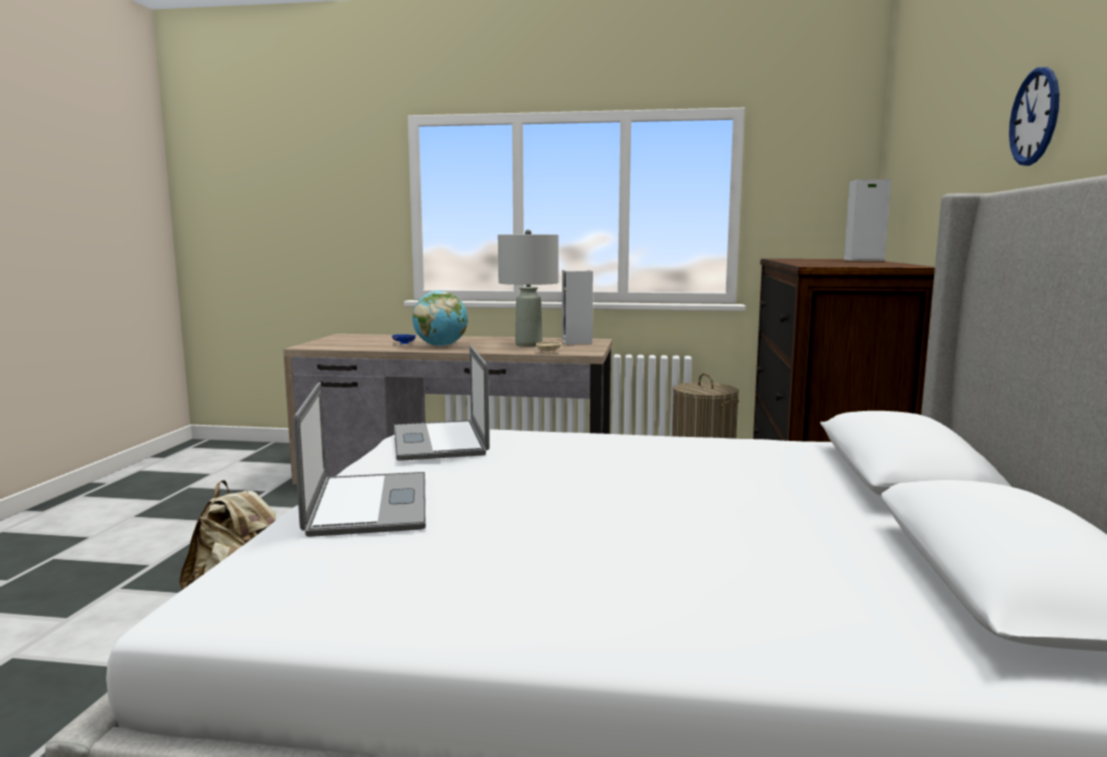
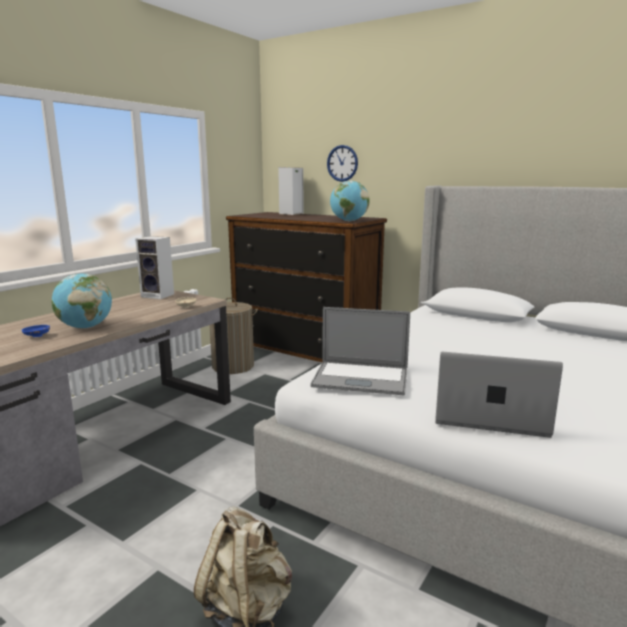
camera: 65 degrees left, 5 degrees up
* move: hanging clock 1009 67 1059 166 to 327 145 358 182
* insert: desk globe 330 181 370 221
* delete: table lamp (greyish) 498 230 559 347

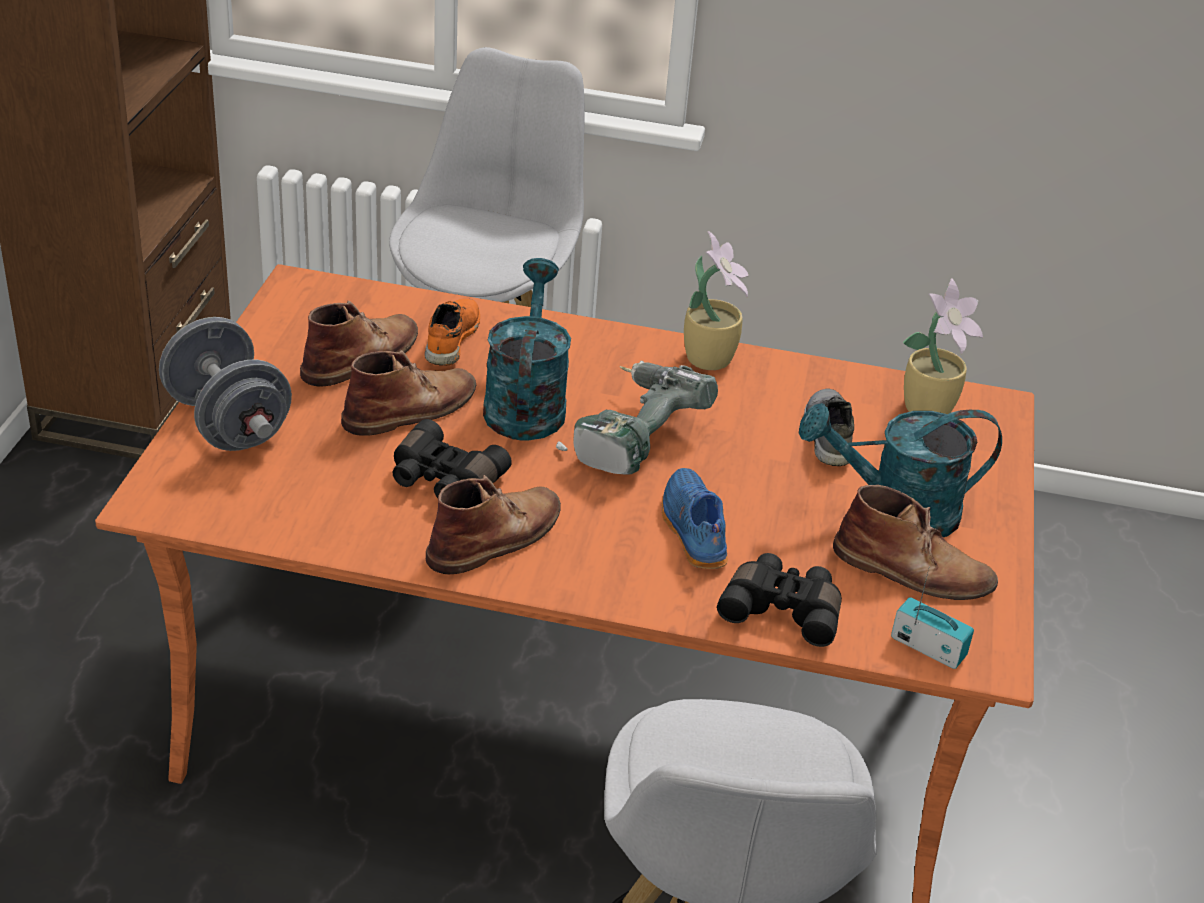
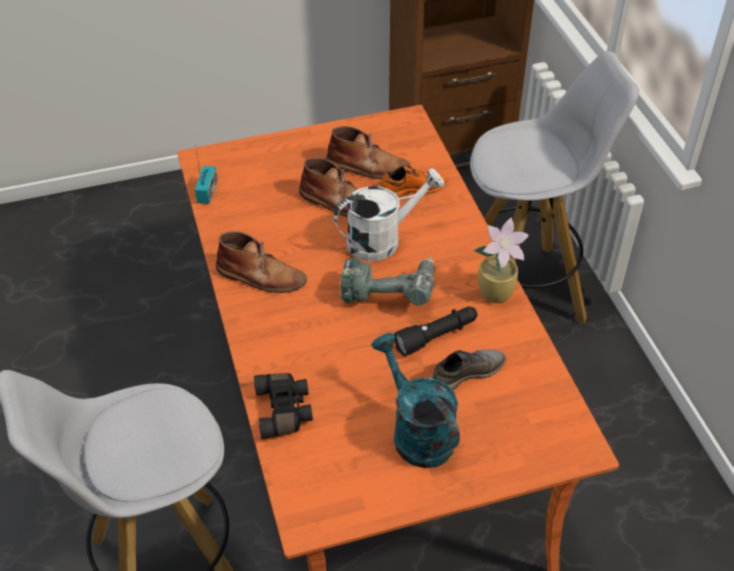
camera: 65 degrees right, 10 degrees up
* move: radio set 891 569 974 669 to 195 145 218 204
* recolor: sprinkling can (blue-green) 483 258 571 441 to sprinkling can (white-coloured) 334 168 445 261
* insert: hand torch (black) 394 307 478 356
* delete: hand weight (greyish) 159 317 292 451
* delete: binoculars (black) 393 419 512 498
* delete: item of footwear (blue-coloured) 661 468 728 569
* delete: boot (brown-coloured) 833 485 998 600
* delete: plant in a pot 903 278 983 414

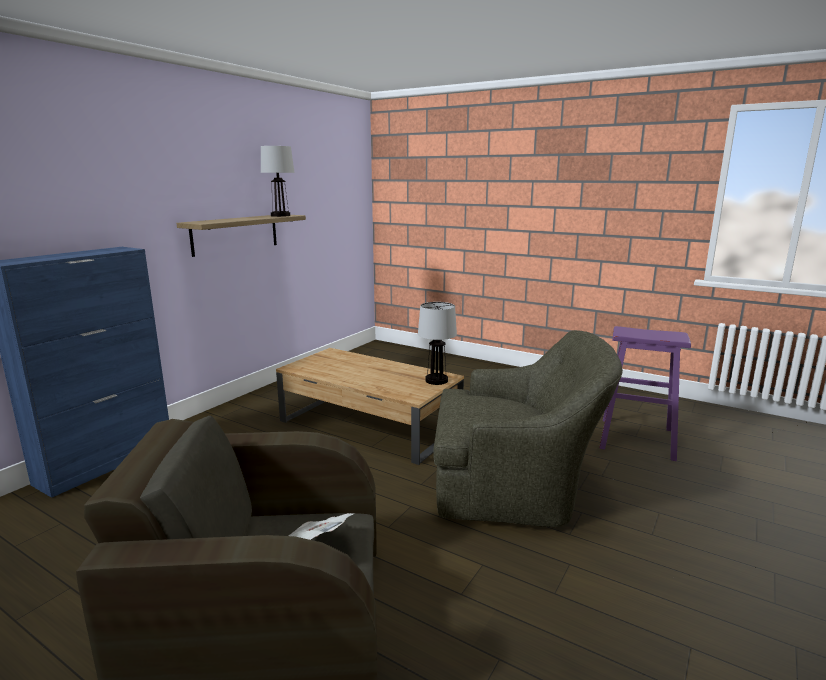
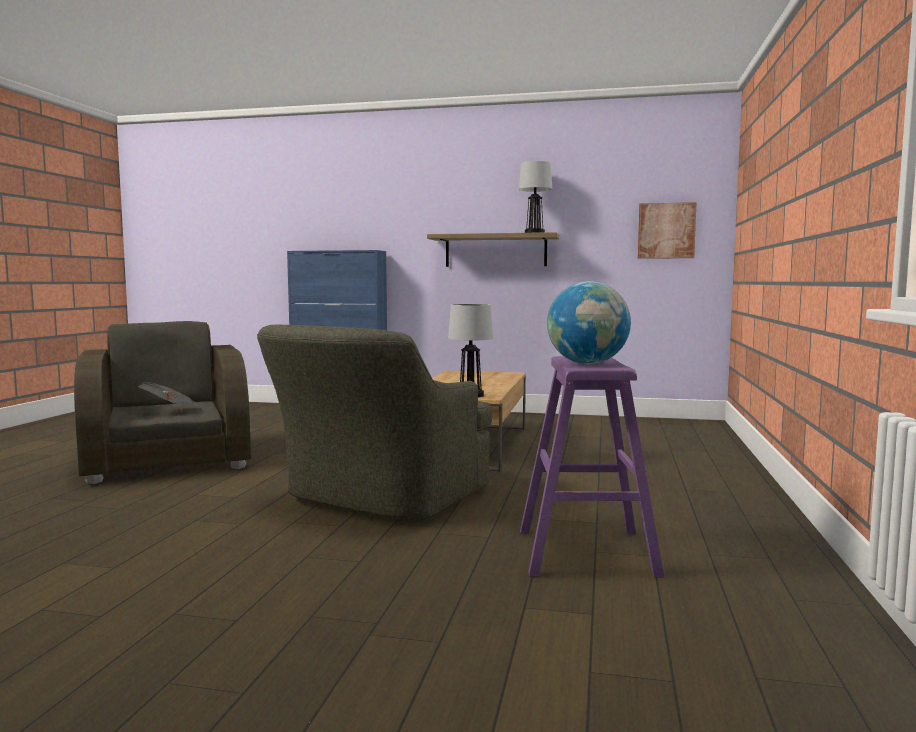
camera: 70 degrees right, 10 degrees down
* rotate: easy chair (green-coloured) 433 330 623 527 = 257 324 492 519 45 degrees clockwise
* insert: desk globe 547 281 631 364
* insert: wall art 638 202 697 259

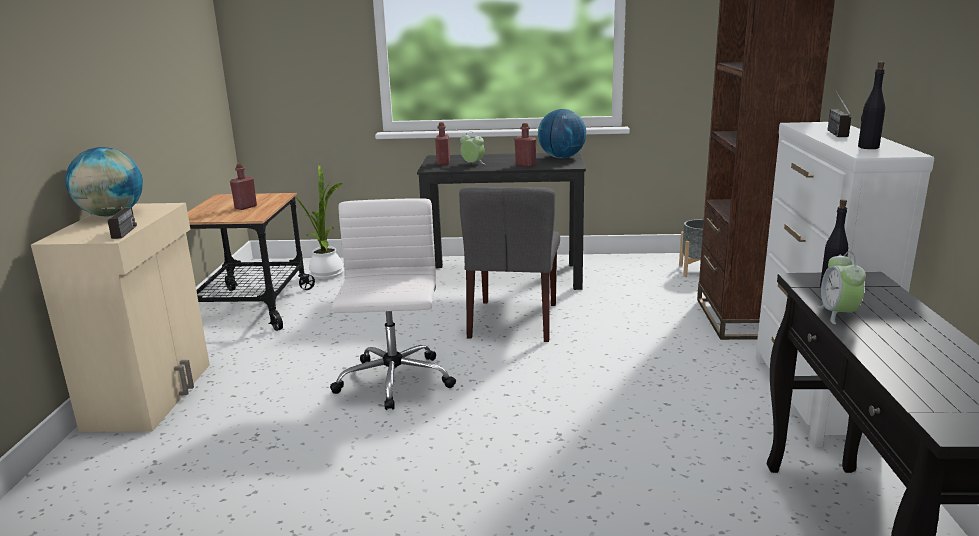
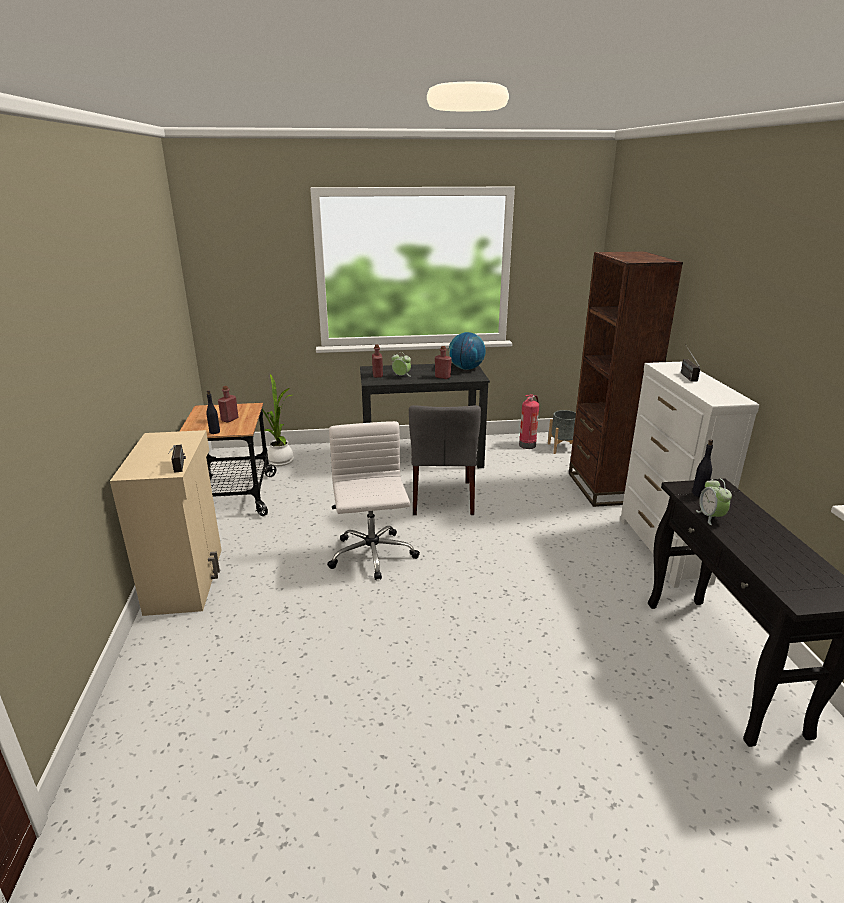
camera: 10 degrees left, 5 degrees up
* move: drink bottle (black) 858 62 885 149 to 206 390 220 434
* insert: extinguisher 519 394 539 449
* delete: desk globe 65 147 143 216

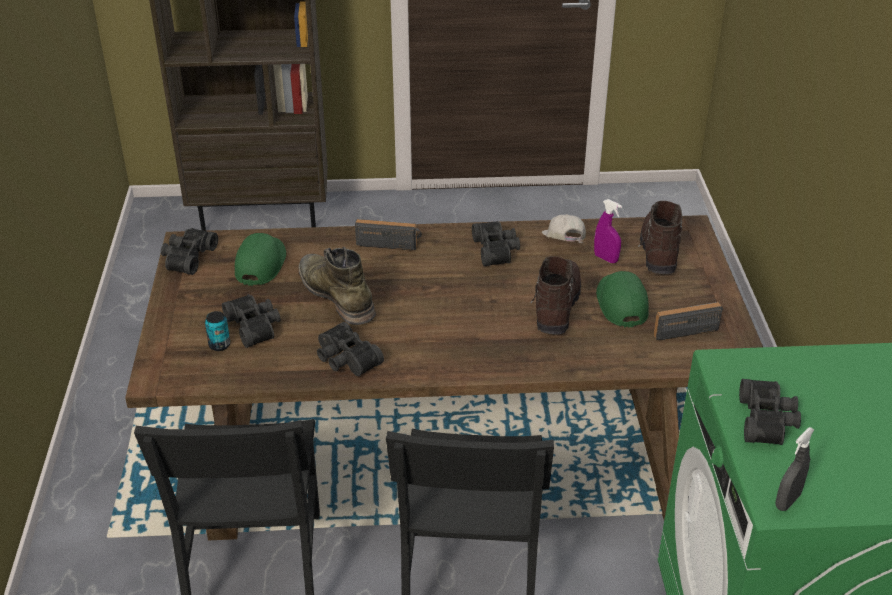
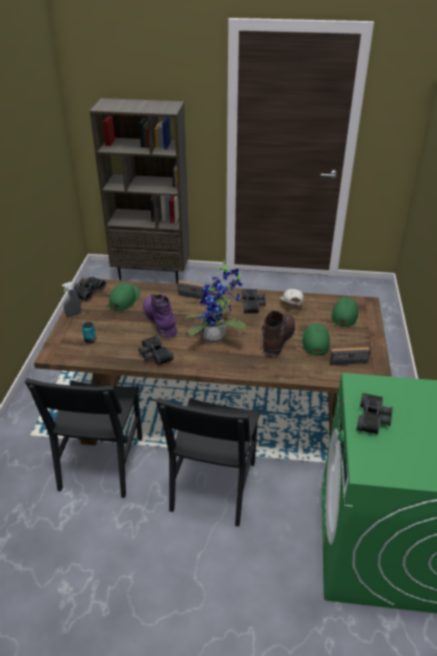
camera: 10 degrees right, 0 degrees up
* move: hand sprayer (greyish) 775 427 815 511 to 62 282 81 318
* recolor: boot (green-coloured) 299 247 376 325 to boot (purplish) 143 294 177 338
* insert: plant in a pot 185 258 246 344
* replace: boot (brown-coloured) 638 201 683 274 to cap (green-coloured) 332 297 358 326
* delete: binoculars (black) 222 294 281 348
* delete: hand sprayer (purplish) 594 199 622 263

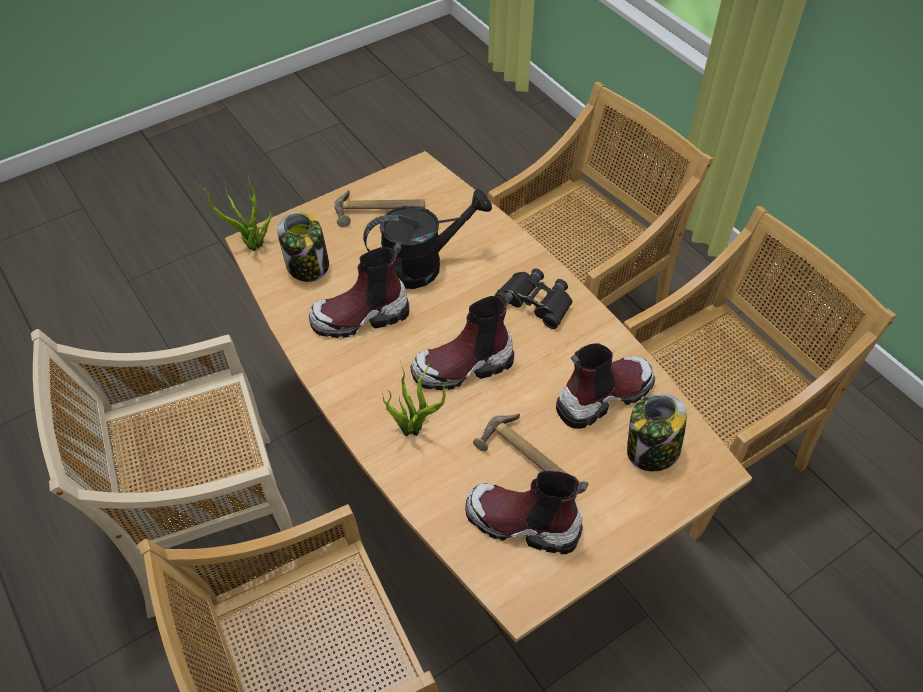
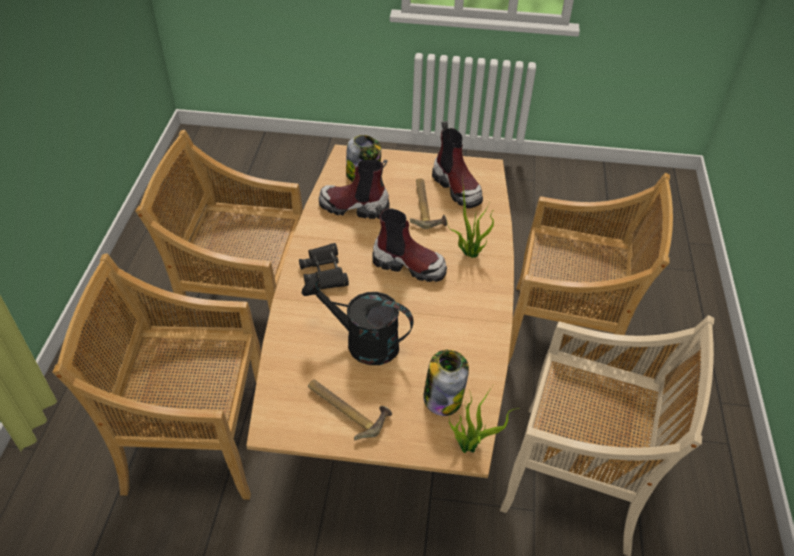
camera: 140 degrees left, 5 degrees down
* delete: boot 309 243 409 338

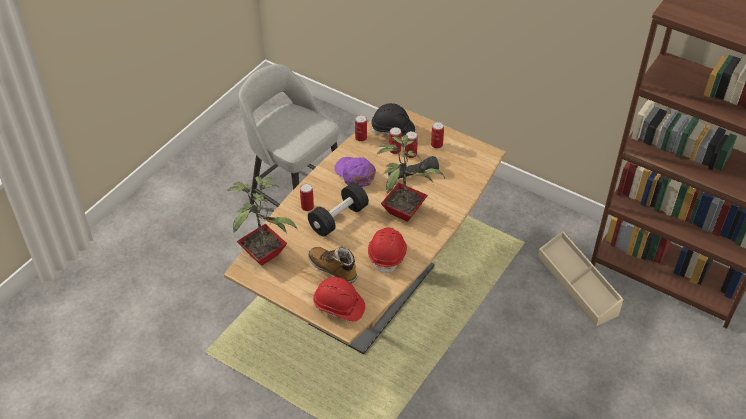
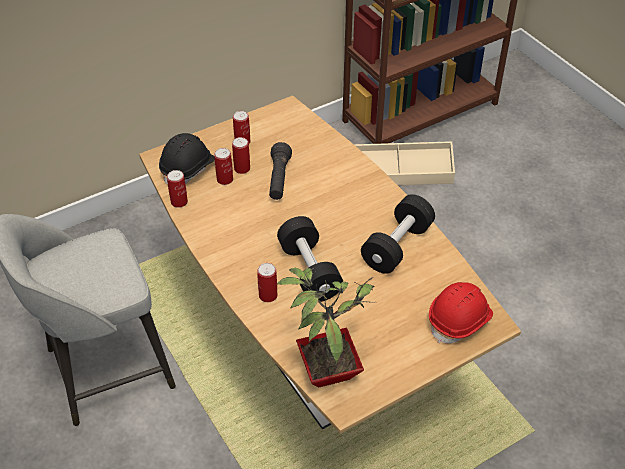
camera: 65 degrees left, 0 degrees up
* replace: safety helmet (red-coloured) 368 227 407 275 to hand weight (black) 361 194 435 274
* delete: boot 308 246 357 283
* delete: cap (purplish) 334 157 376 187
* delete: plant in a pot 376 135 445 222

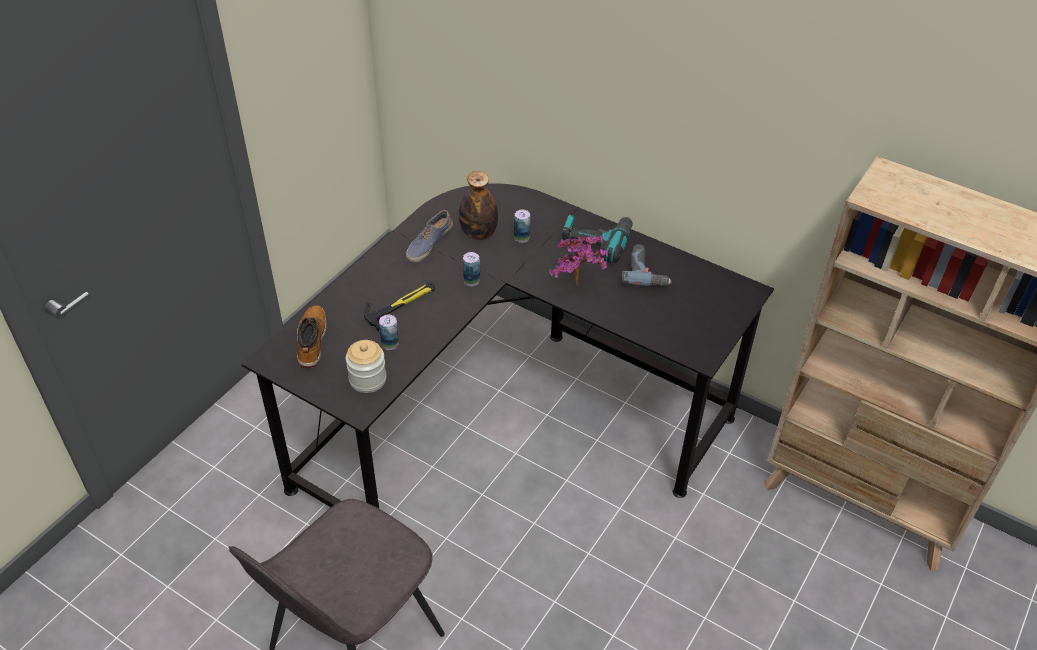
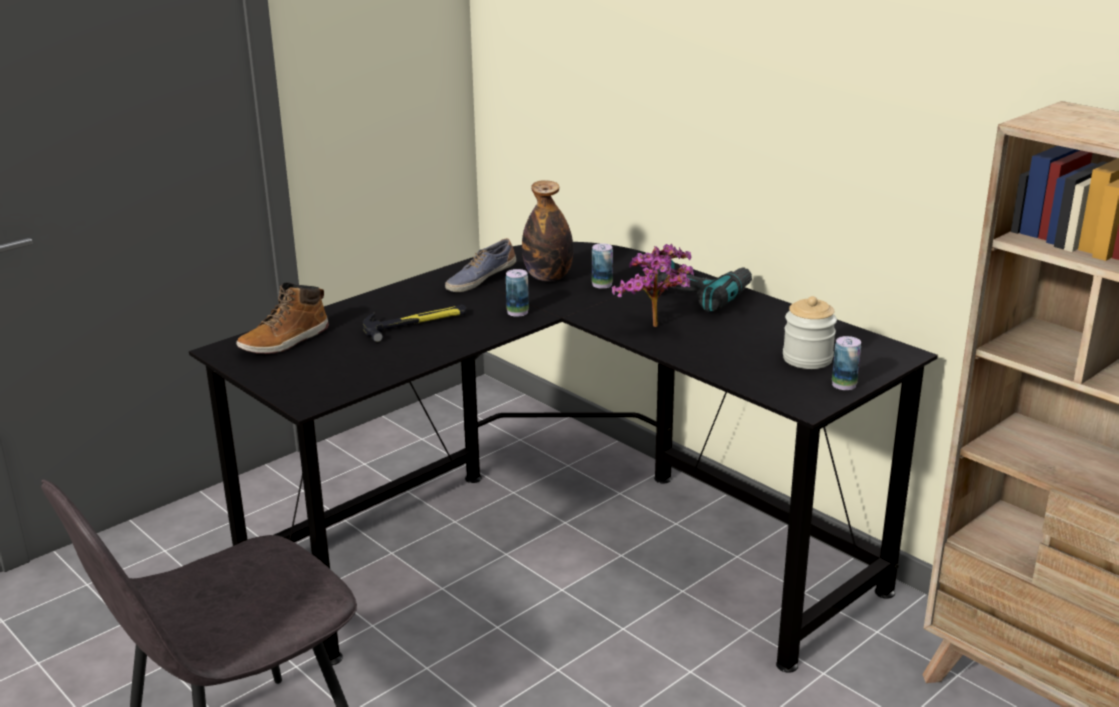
camera: 15 degrees right, 20 degrees down
* rotate: boot 297 305 326 368 = 236 282 329 354 150 degrees counterclockwise
* move: jar 346 340 386 393 to 783 296 837 369
* move: sealed can 379 315 399 350 to 832 336 861 390
* delete: power drill 621 244 672 287

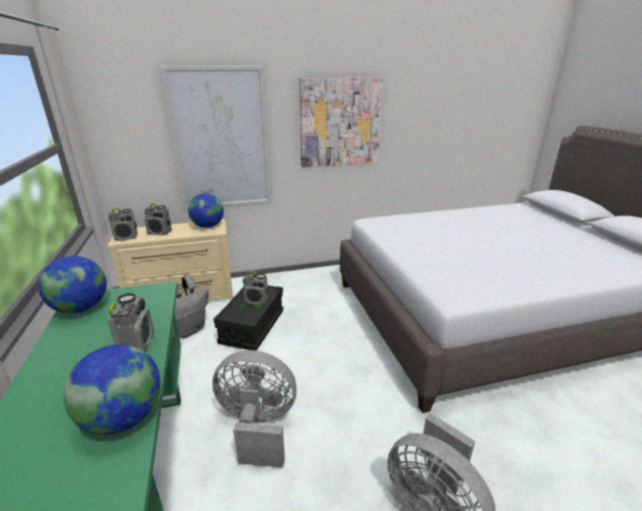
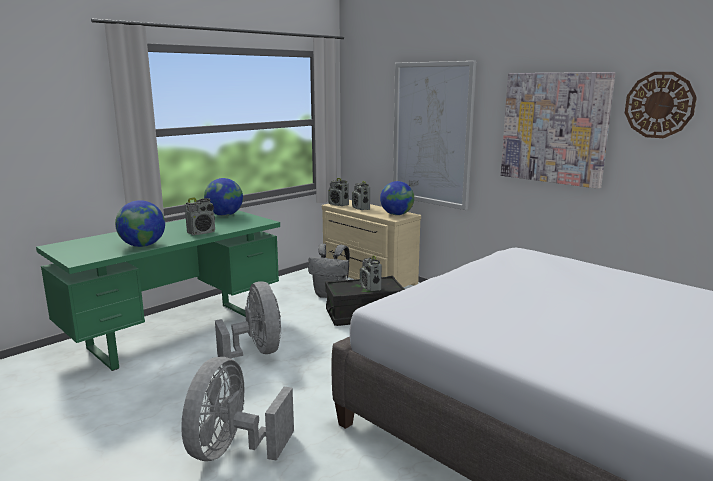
camera: 60 degrees right, 10 degrees down
* insert: hanging clock 625 72 697 138

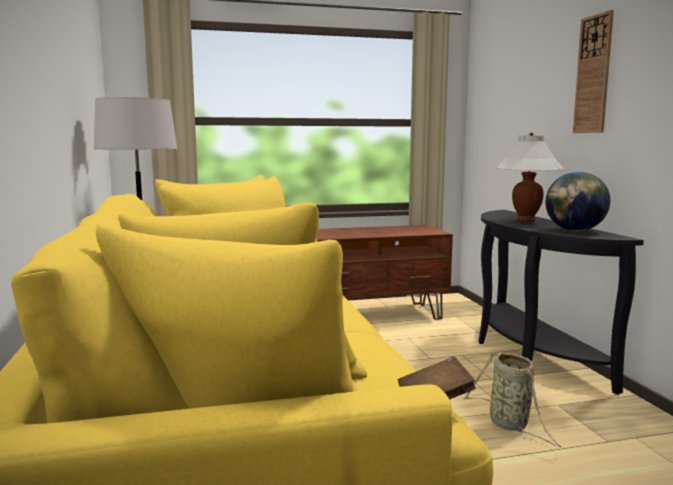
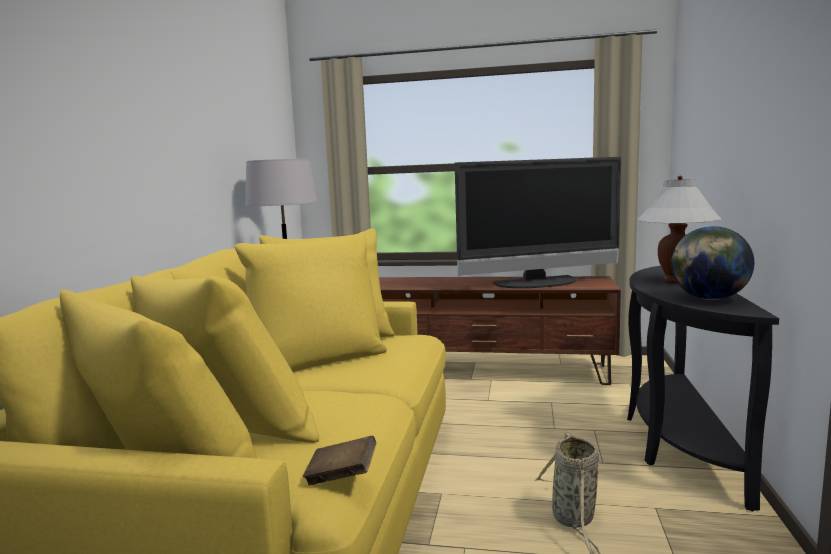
camera: 25 degrees right, 0 degrees up
* insert: TV set 455 157 621 288
* delete: hanging clock 573 10 614 133

